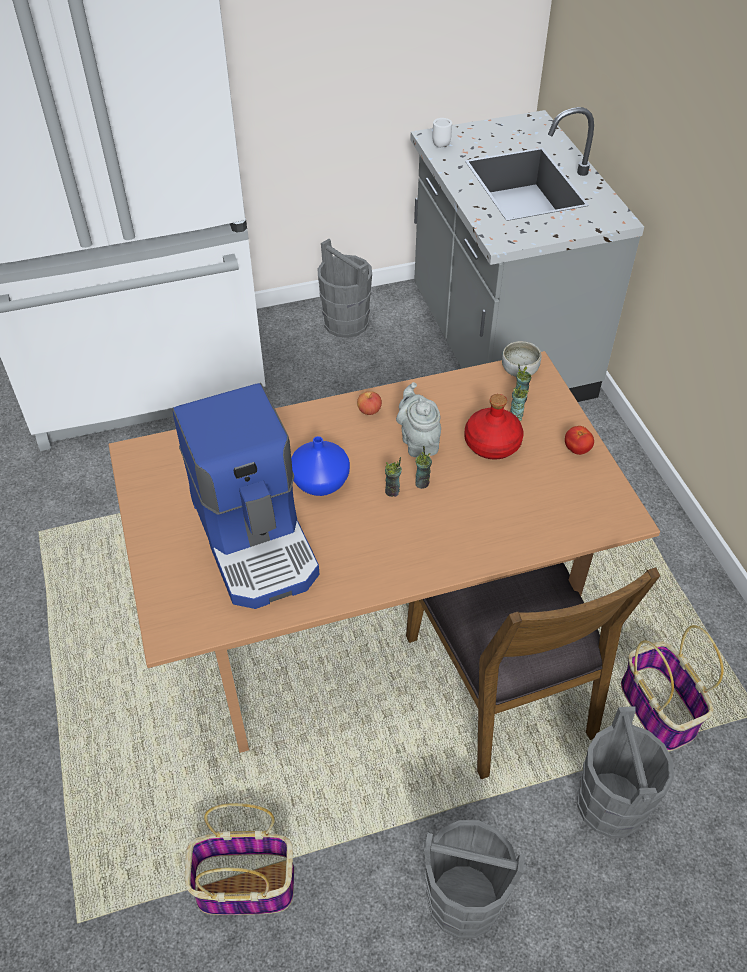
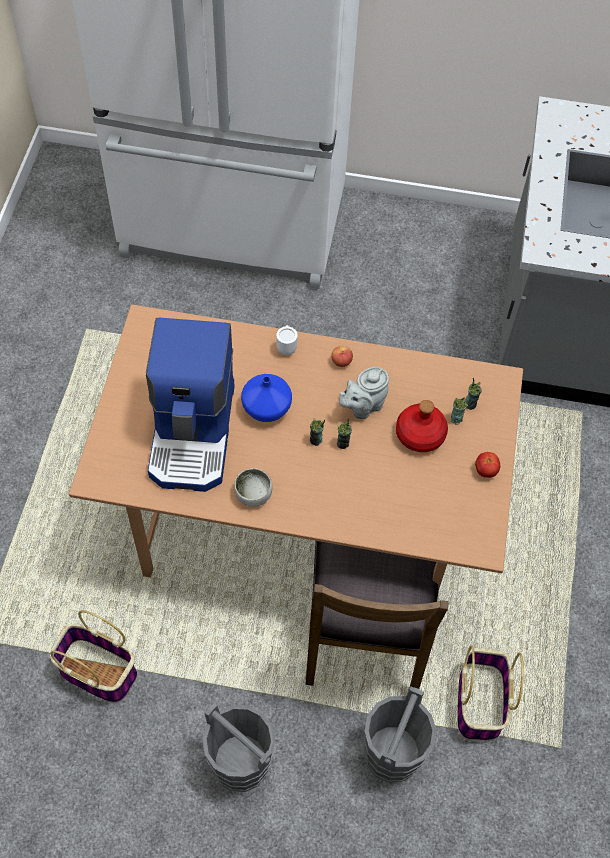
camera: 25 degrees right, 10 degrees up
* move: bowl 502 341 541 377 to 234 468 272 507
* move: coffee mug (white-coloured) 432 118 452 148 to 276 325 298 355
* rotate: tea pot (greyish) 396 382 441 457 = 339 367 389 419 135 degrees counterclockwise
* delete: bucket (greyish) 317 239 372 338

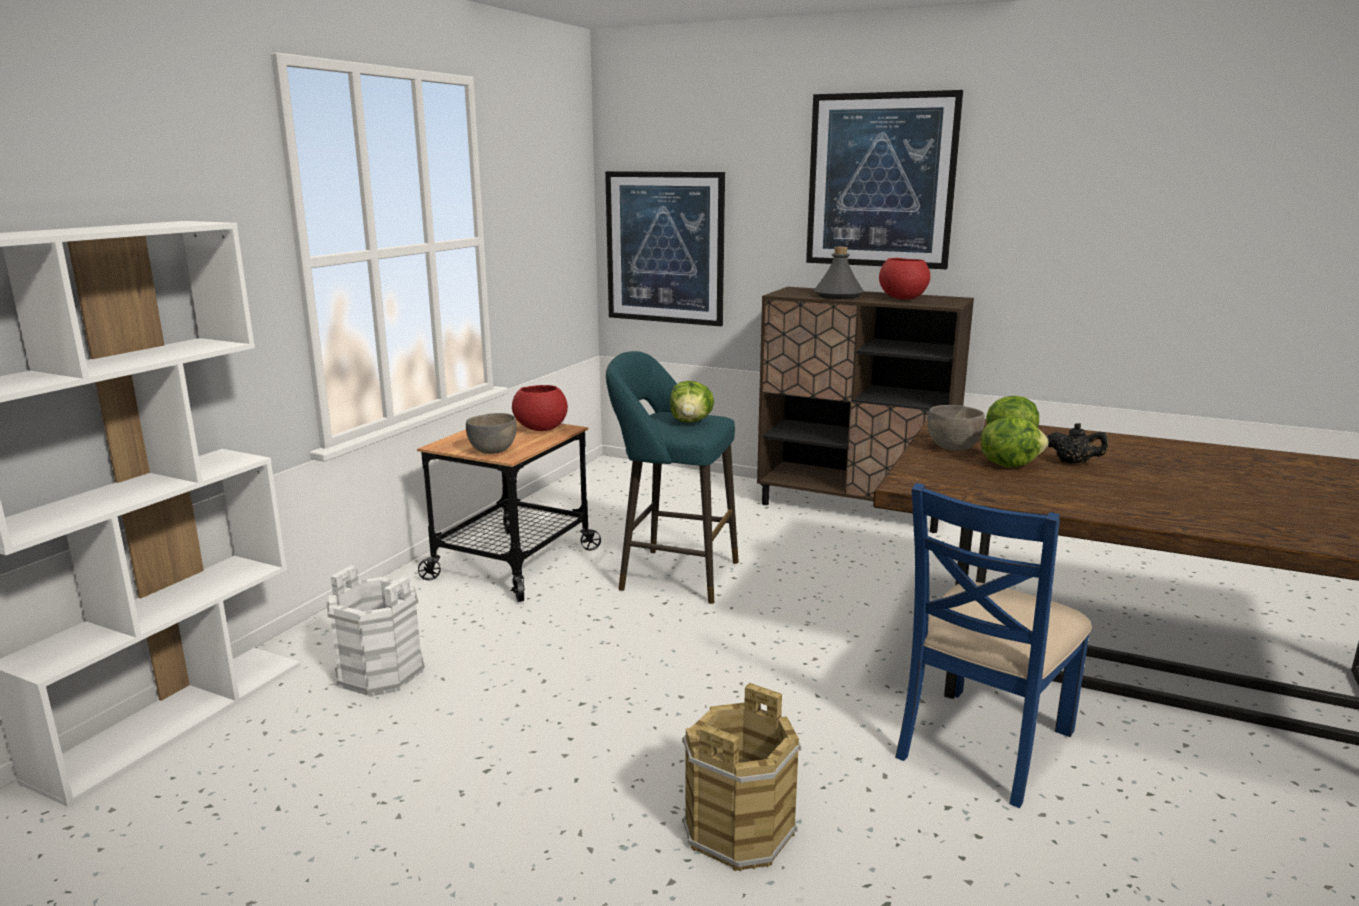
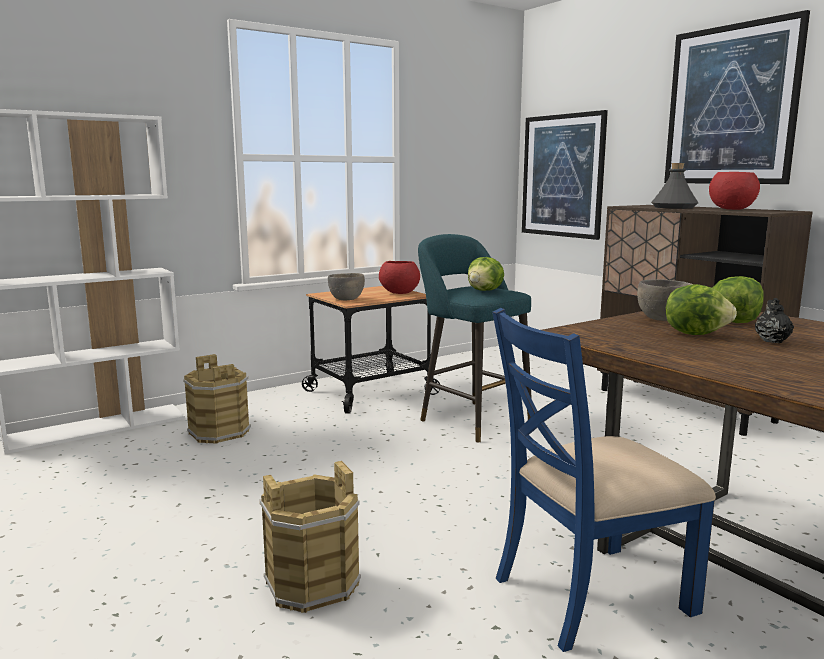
camera: 30 degrees right, 5 degrees down
* recolor: bucket (white-coloured) 327 565 425 697 to bucket (brown-coloured) 183 354 251 444
* rotate: tea pot (black) 1047 423 1109 464 = 755 298 794 343 135 degrees counterclockwise

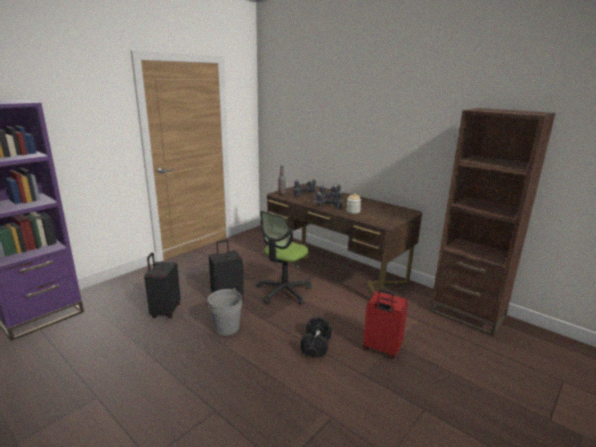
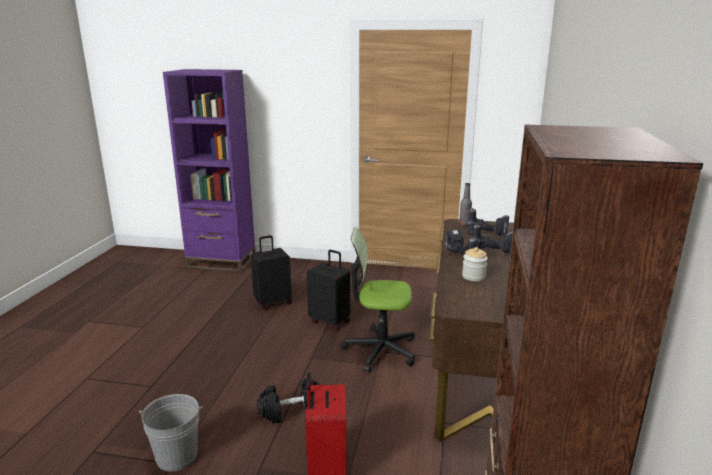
camera: 60 degrees right, 0 degrees up
* move: bucket (greyish) 208 288 242 336 to 139 394 203 471

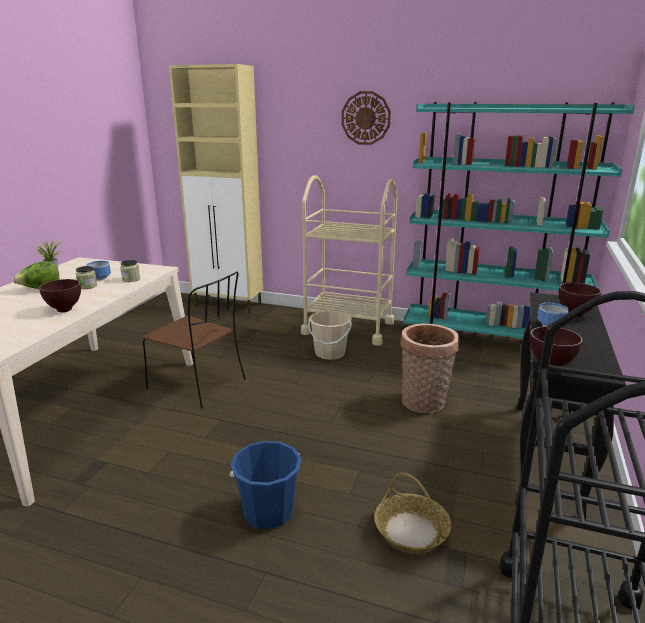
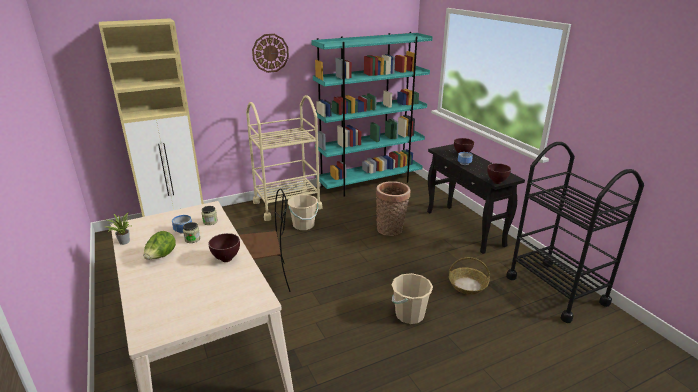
camera: 45 degrees left, 5 degrees up
* recolor: bucket (blue-coloured) 229 441 302 529 to bucket (sand-coloured) 391 273 433 324

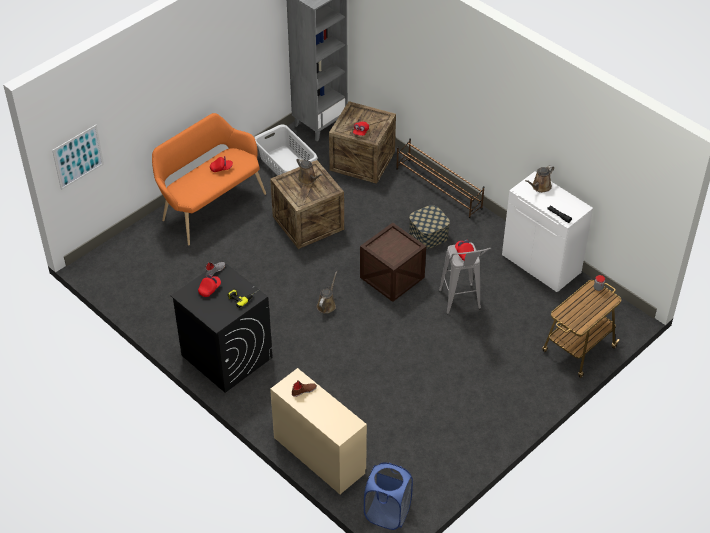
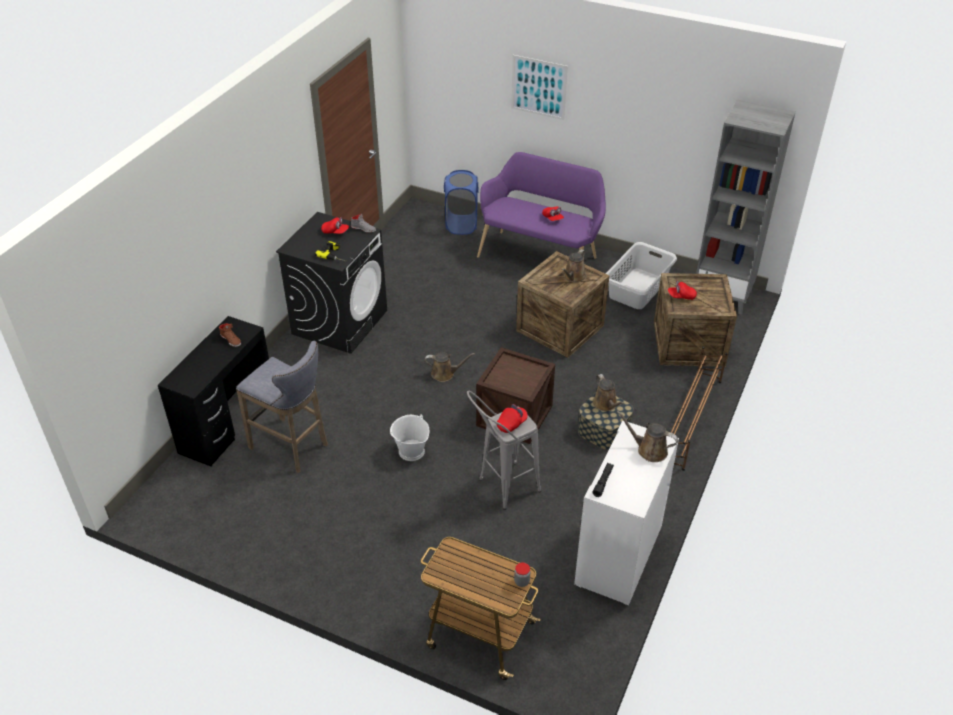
camera: 70 degrees right, 5 degrees down
* recolor: desk unit (sand-coloured) 270 368 367 494 to desk unit (black) 158 316 269 466
* insert: stool seat (greyish) 236 341 328 473
* insert: bucket (white-coloured) 390 414 429 461
* move: hamper (blue-coloured) 364 462 413 530 to 444 170 479 235
* recolor: long seat (orangey) 152 113 266 245 to long seat (purplish) 477 152 606 259
* move: wall art 52 125 104 190 to 511 55 568 120
* insert: sprinkling can (brown-coloured) 593 374 624 411

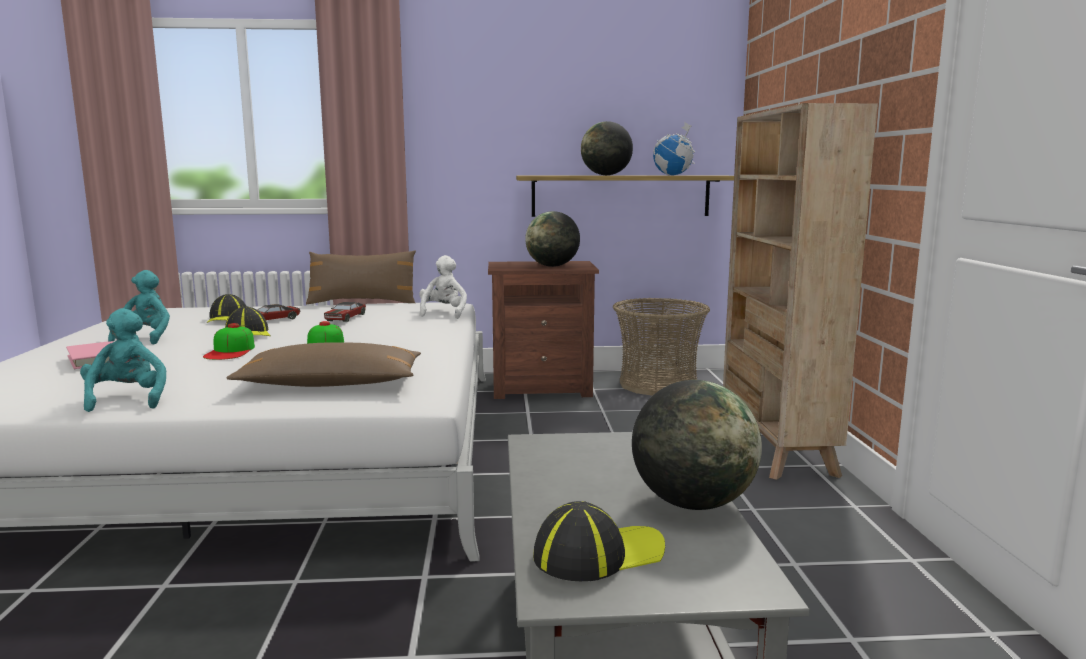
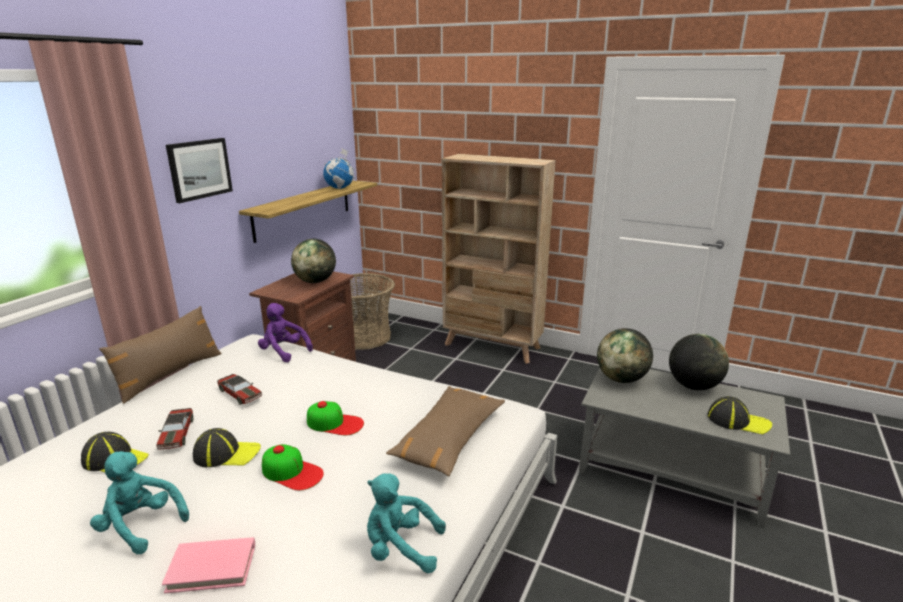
camera: 60 degrees left, 10 degrees up
* insert: wall art 166 138 233 203
* recolor: soft toy (white-coloured) 419 255 467 319 to soft toy (purplish) 258 303 313 362
* move: desk globe 581 121 633 175 to 597 328 653 383
* rotate: cap 533 501 665 581 = 707 396 772 434 105 degrees clockwise

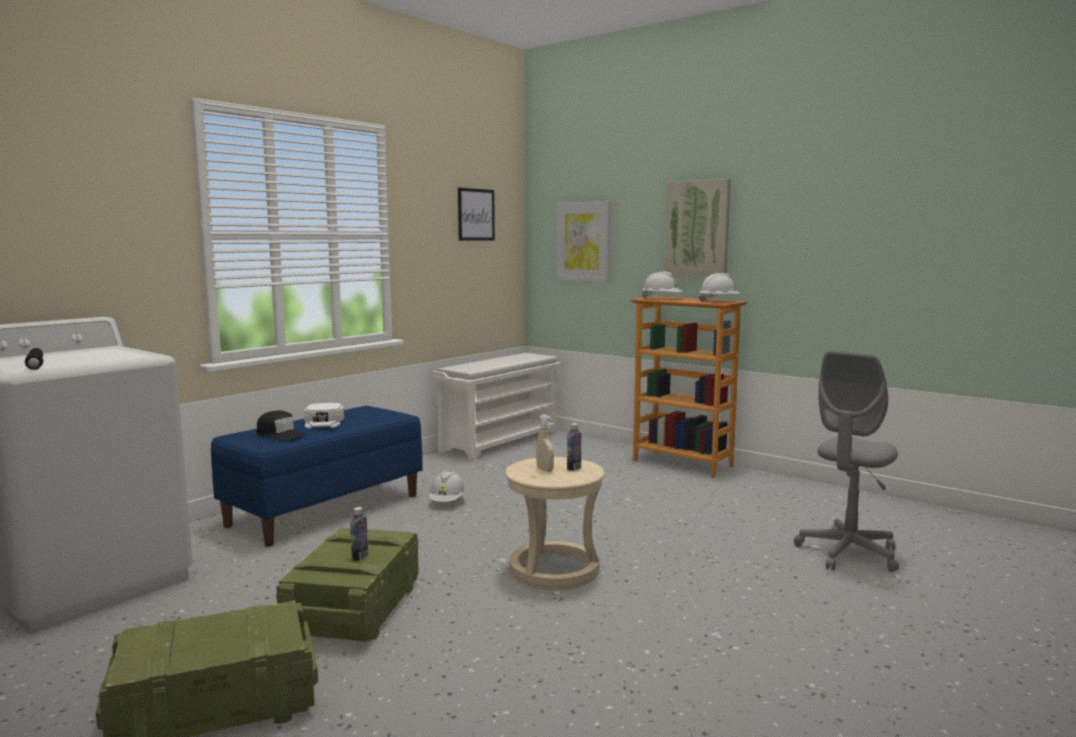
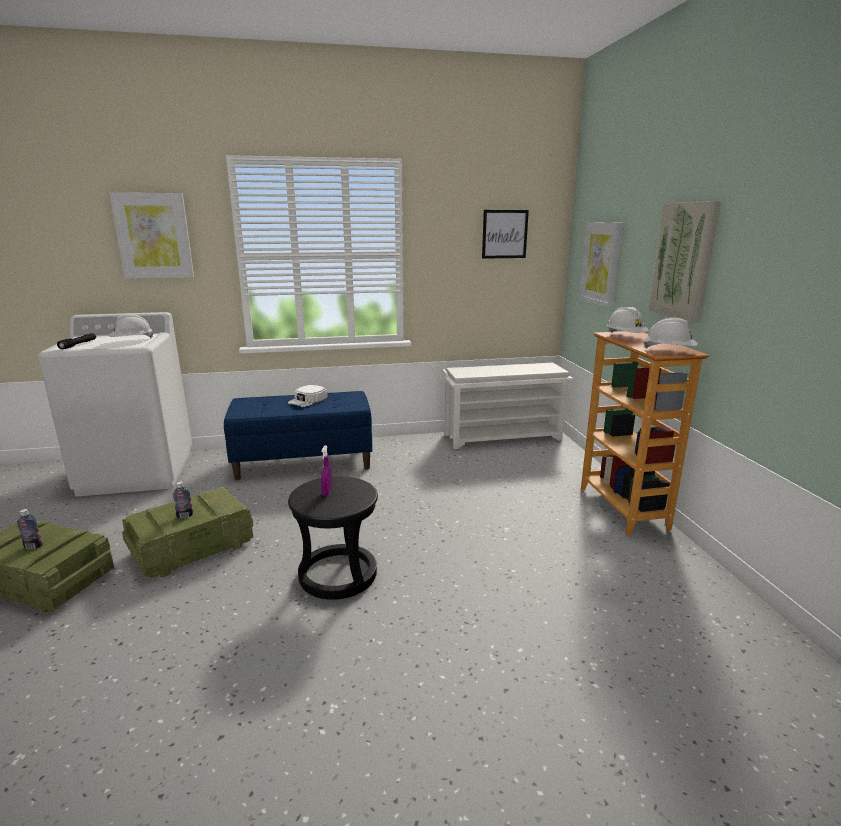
camera: 40 degrees right, 10 degrees up
* move: drink bottle 567 423 581 471 to 17 509 43 549
* insert: wall art 109 193 194 279
* move: safety helmet (white-coloured) 429 471 466 502 to 109 314 153 338
* recolor: stool seat (sand-coloured) 505 457 605 590 to stool seat (black) 288 476 378 600
* recolor: hand sprayer (sand-coloured) 536 414 554 472 to hand sprayer (purplish) 321 445 332 496
* delete: cap (black) 257 411 307 441
* delete: office chair (greyish) 794 351 899 572

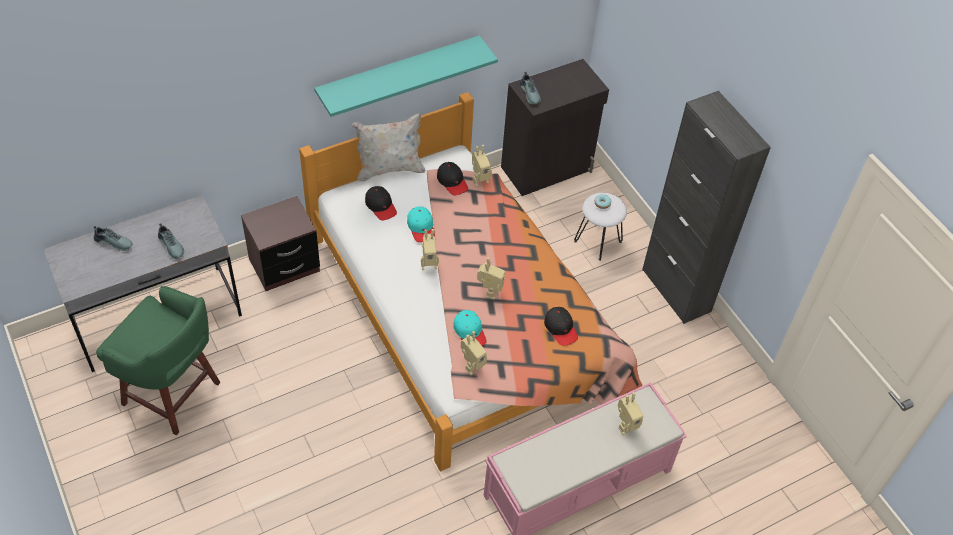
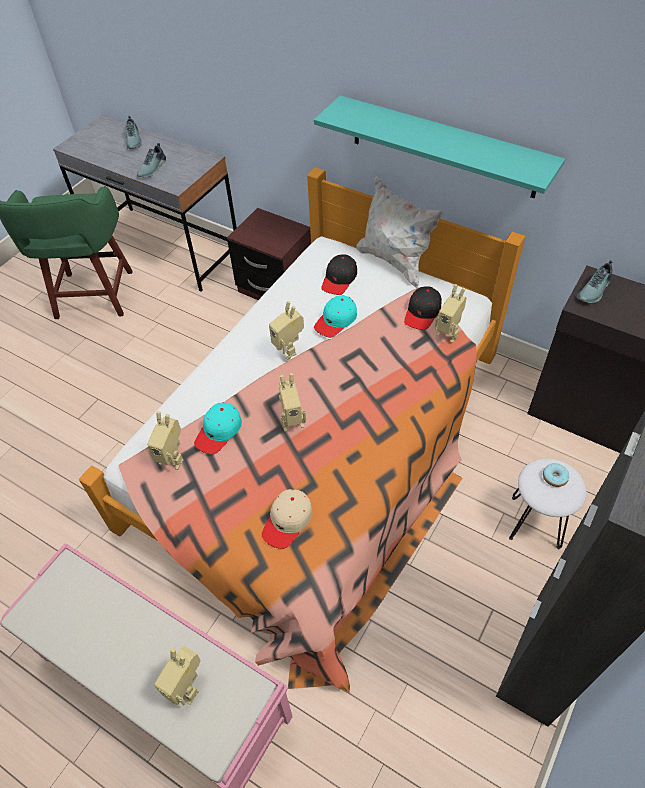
camera: 65 degrees right, 0 degrees up
* recolor: cap (black) 544 307 578 346 to cap (sand-coloured) 262 489 312 549

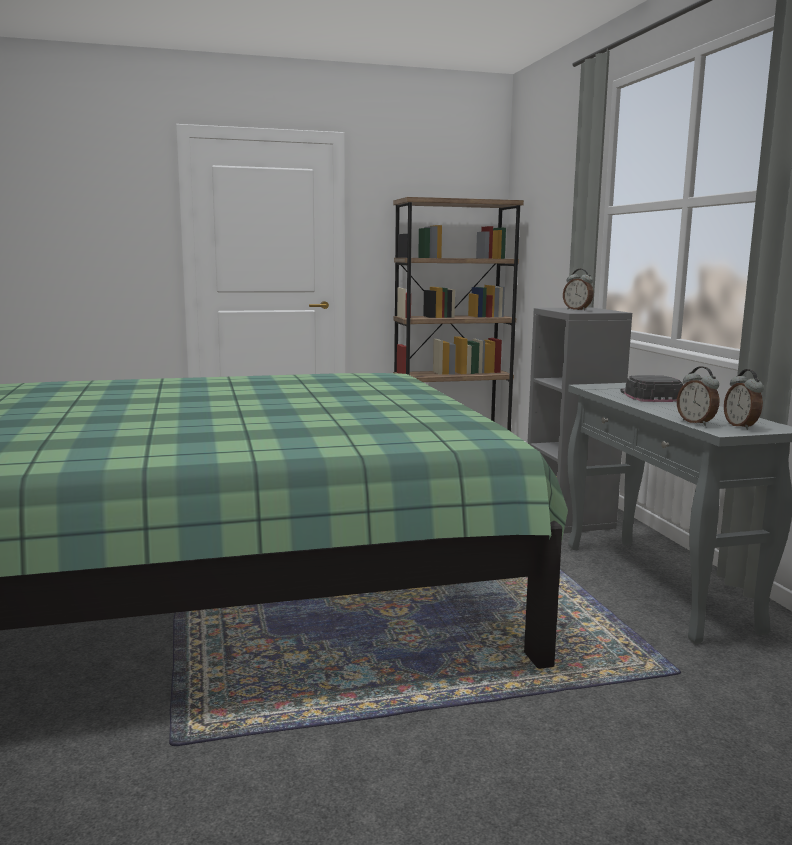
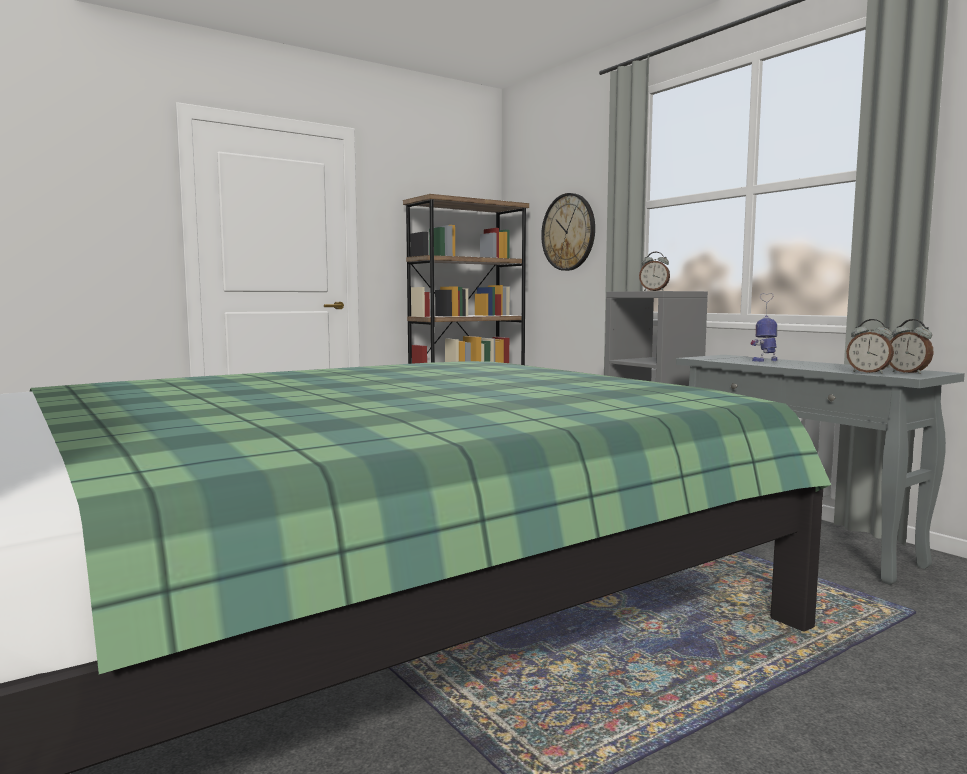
camera: 20 degrees left, 5 degrees down
* insert: hanging clock 541 193 595 271
* replace: cap (black) 621 375 683 402 to robot figure 750 293 777 362

